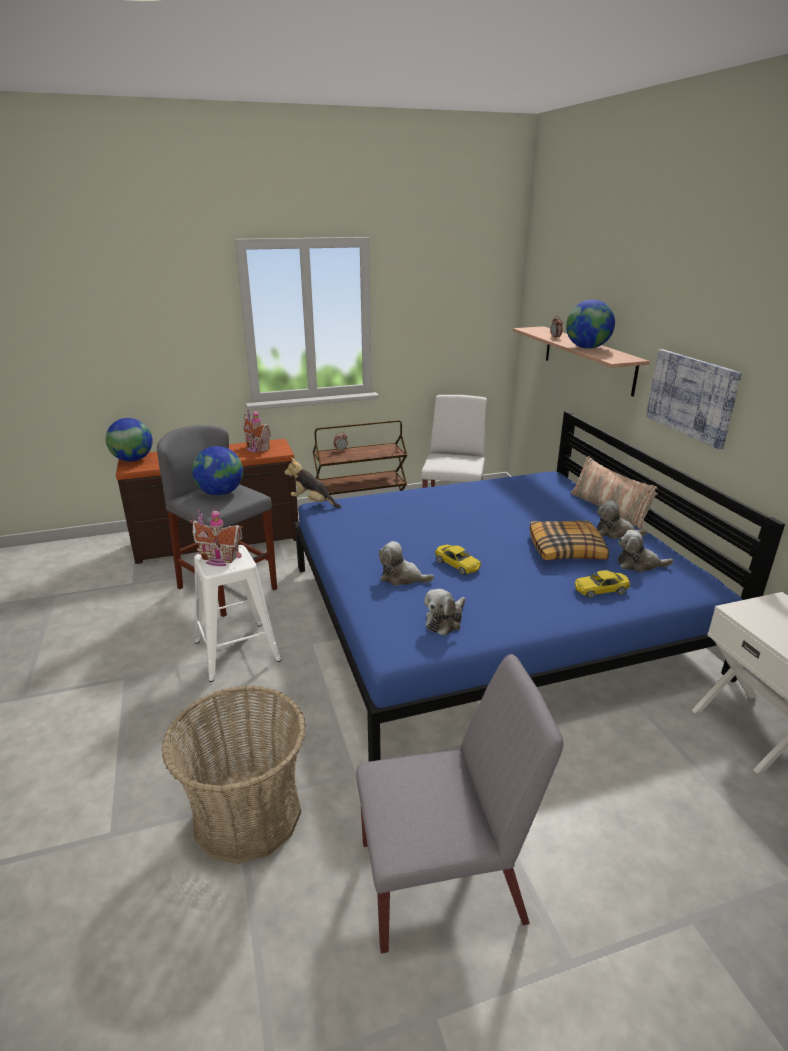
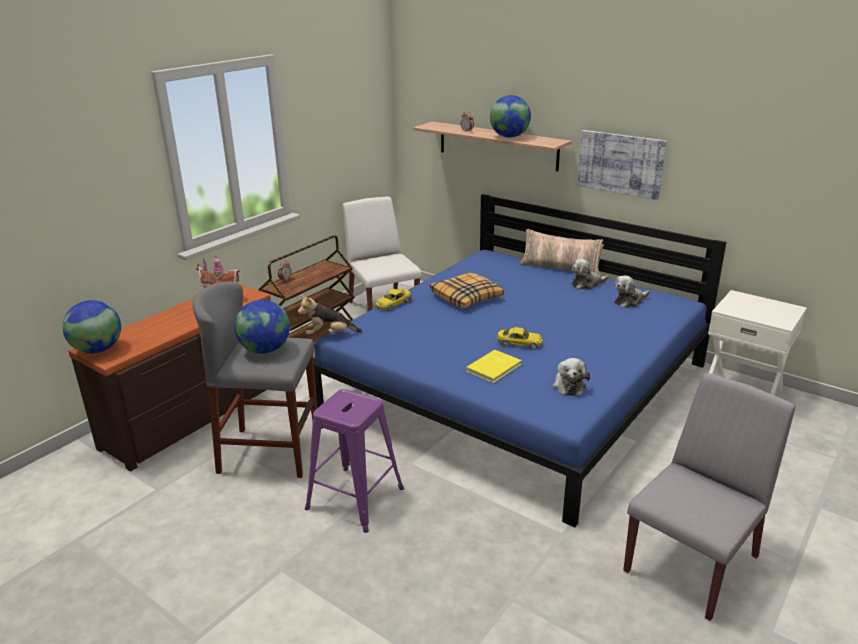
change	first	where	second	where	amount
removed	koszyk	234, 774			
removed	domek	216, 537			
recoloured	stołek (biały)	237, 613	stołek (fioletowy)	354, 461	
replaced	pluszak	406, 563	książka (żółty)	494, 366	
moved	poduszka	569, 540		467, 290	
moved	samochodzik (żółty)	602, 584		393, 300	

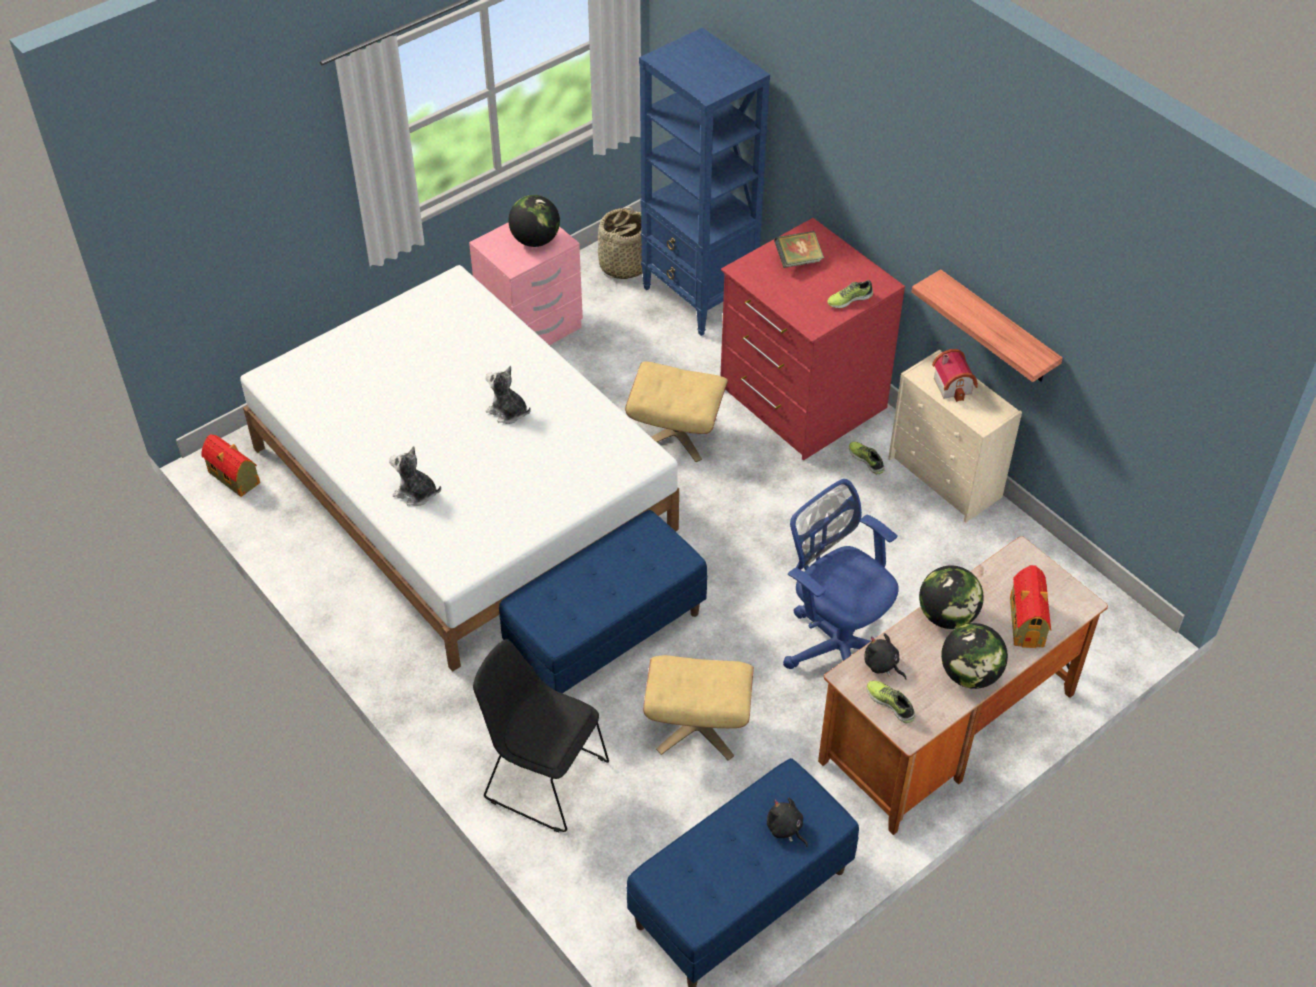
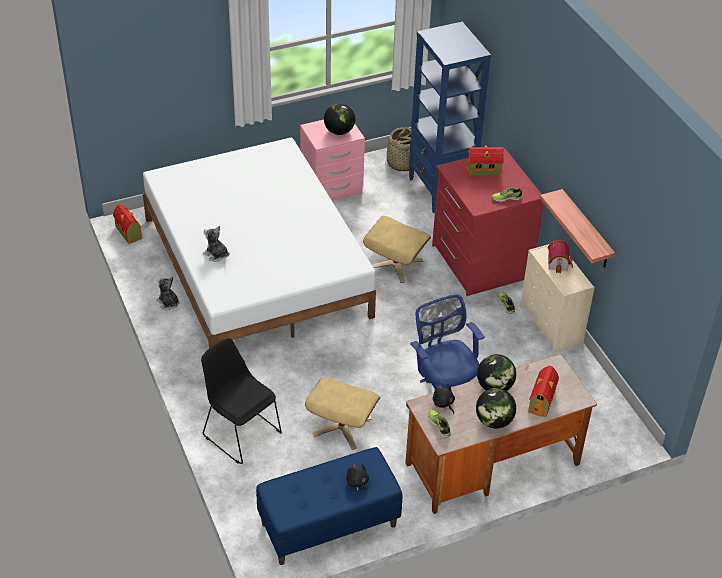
change	first	where	second	where	amount
moved	pluszak	508, 395		167, 293	
removed	ławka (niebieski)	603, 601			
replaced	książka	799, 249	domek	485, 160	

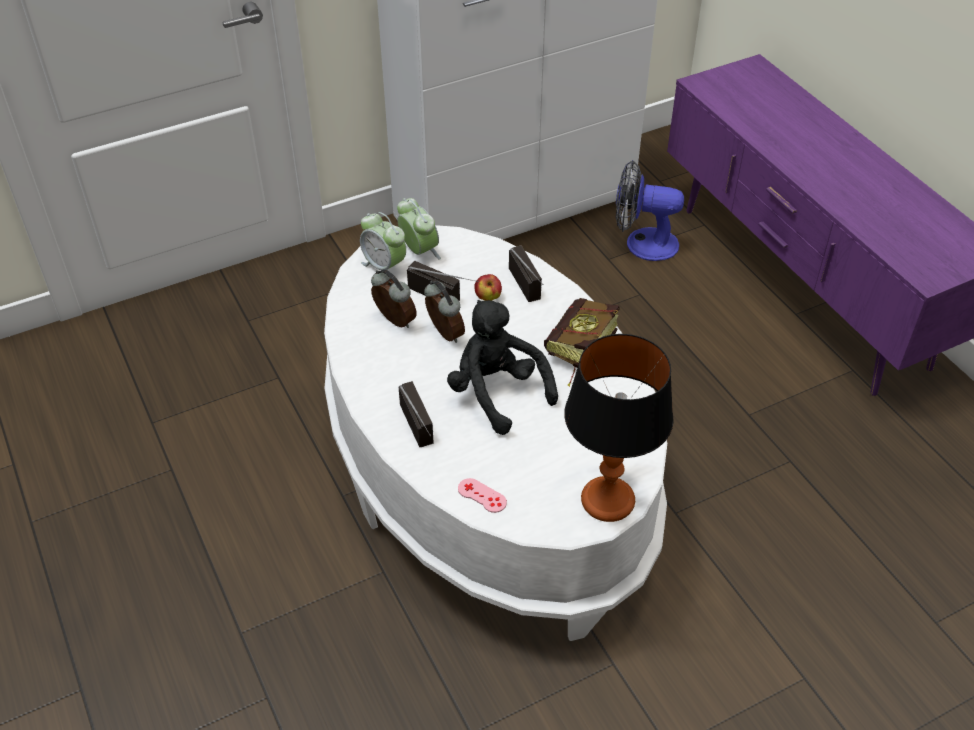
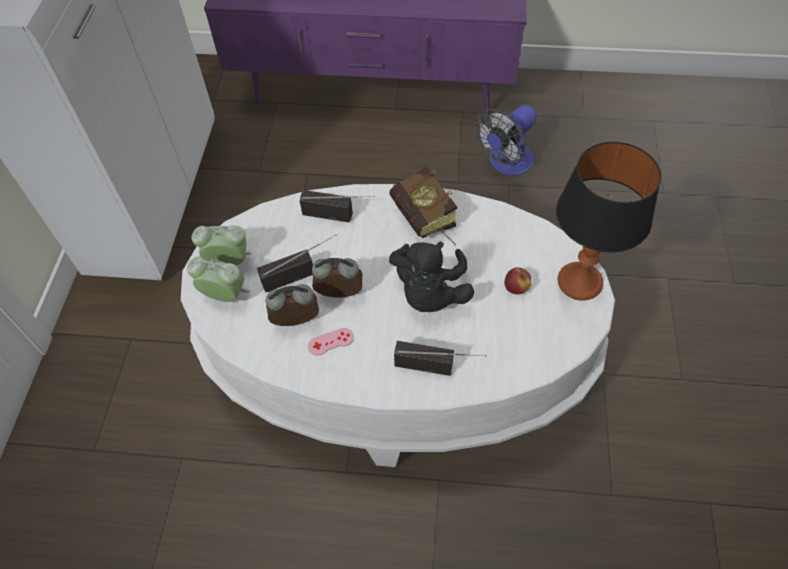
change	first	where	second	where	amount
turned	budzik	383, 241		218, 279	150 degrees counterclockwise
turned	pluszak (czarny)	502, 367		431, 276	75 degrees counterclockwise
moved	pad do gier (różowy)	482, 495		331, 342	
moved	jabłko	488, 287		517, 281	
moved	wentylator	650, 210		506, 140	

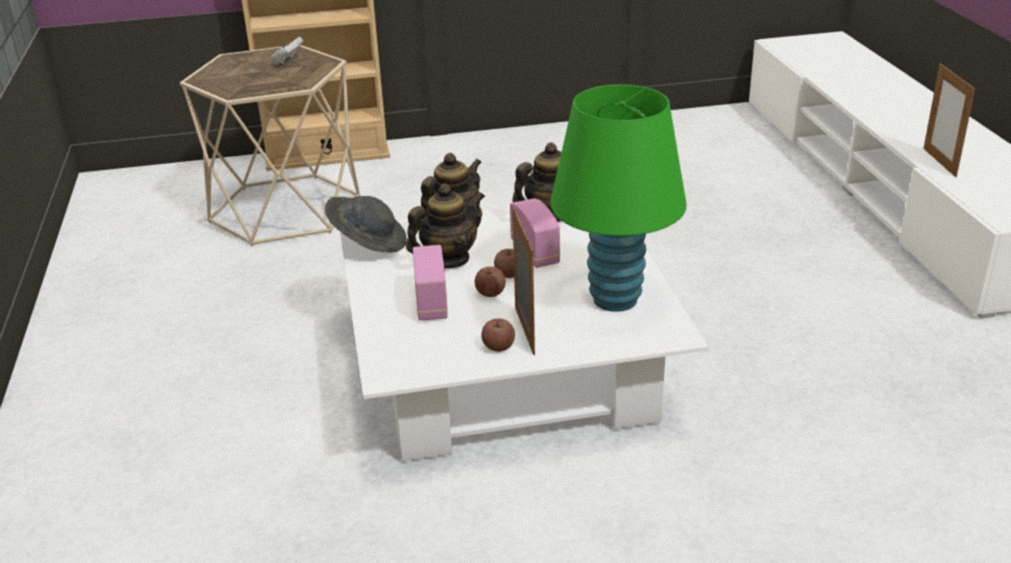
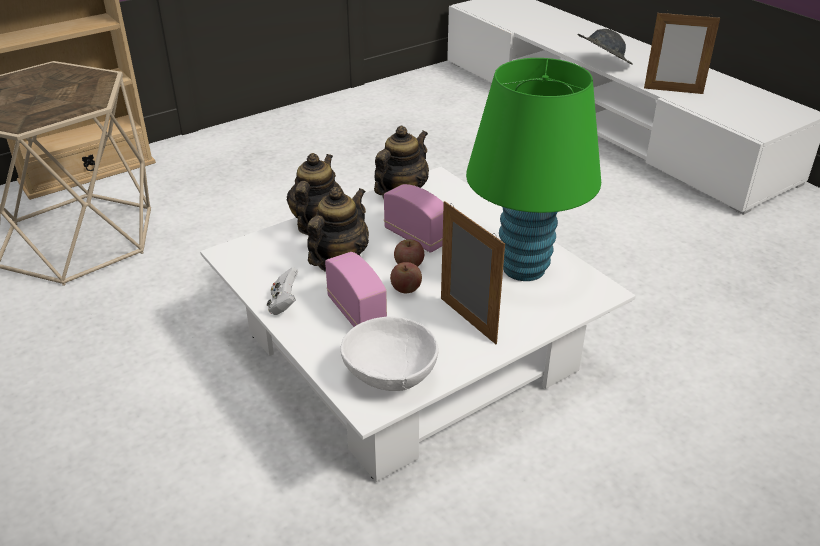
change	first	where	second	where	amount
moved	pad do gier (biały)	286, 51		282, 291	
moved	kapelusz (szary)	366, 224		605, 47	
removed	jabłko	498, 335			
turned	ramka na zdjęcie	949, 120		682, 52	45 degrees counterclockwise
added			miska (biały)	389, 353	

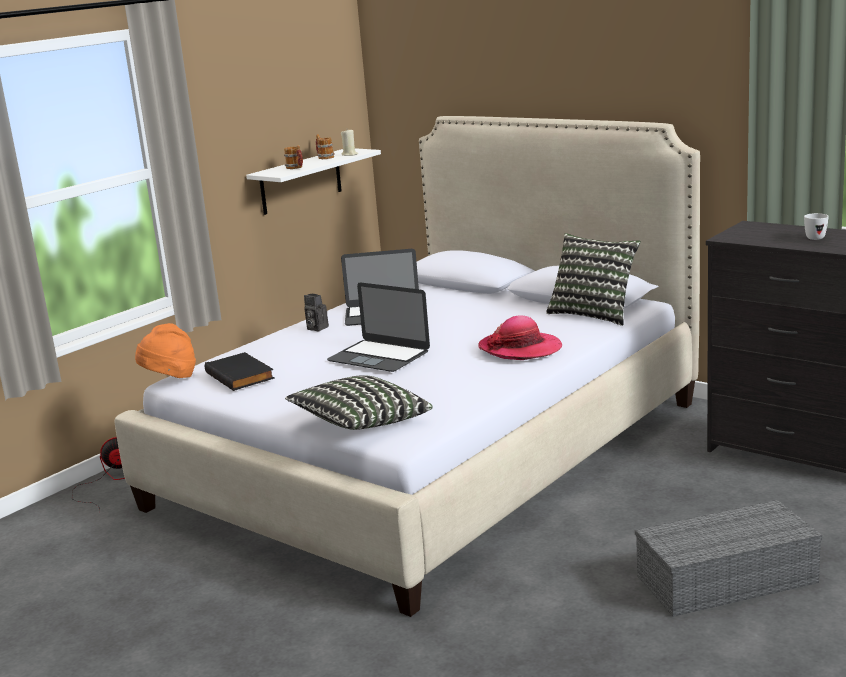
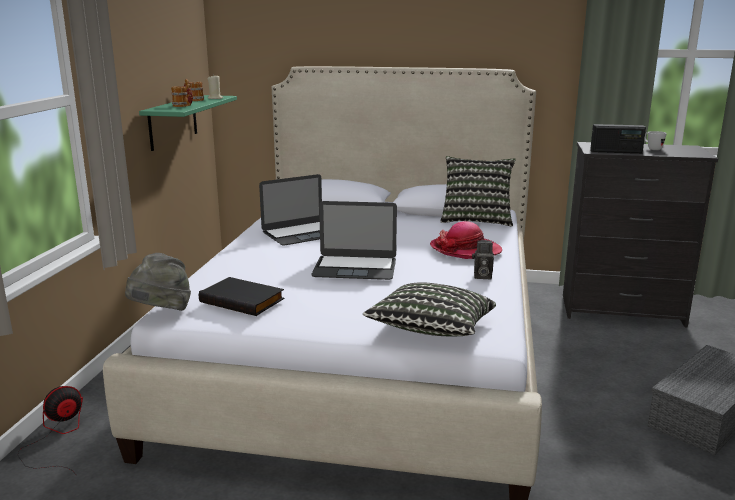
change	first	where	second	where	amount
recoloured	kapelusz (pomarańczowy)	165, 350	kapelusz (szary)	158, 282	
recoloured	półka (biały)	313, 181	półka (zielony)	188, 123	
moved	aparat fotograficzny	316, 312		483, 259	
added			radio	618, 139	

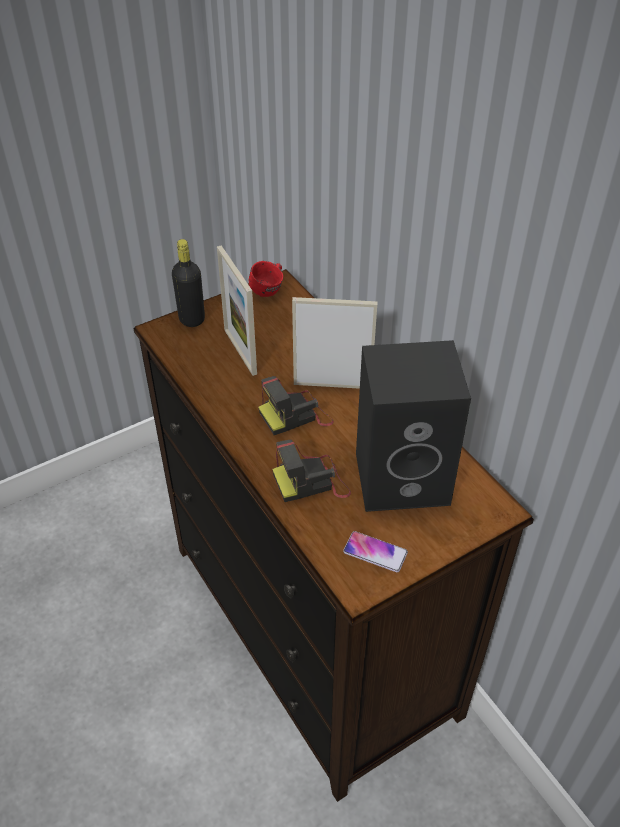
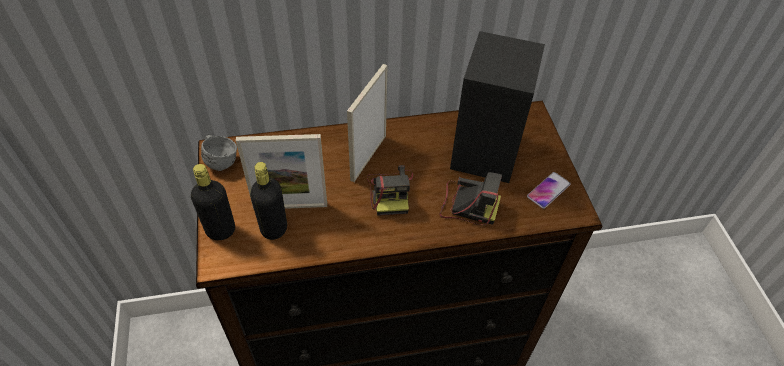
change	first	where	second	where	amount
recoloured	kubek (czerwony)	266, 279	kubek (szary)	219, 153	
turned	aparat fotograficzny	311, 471		471, 198	75 degrees counterclockwise
added			butelka (czarny)	268, 201	

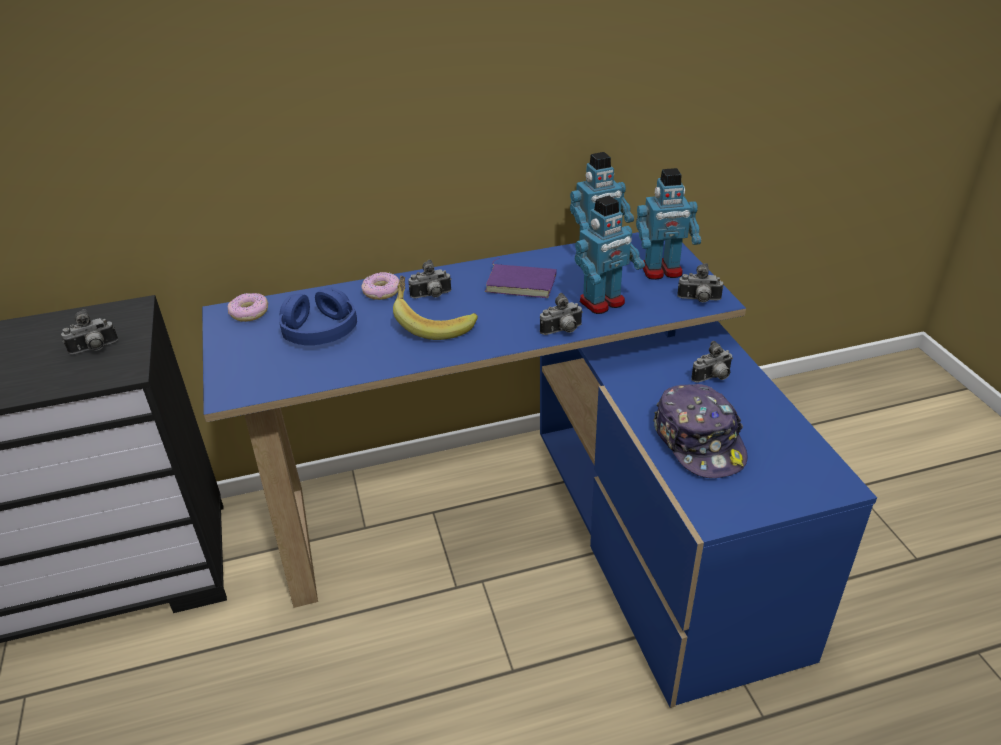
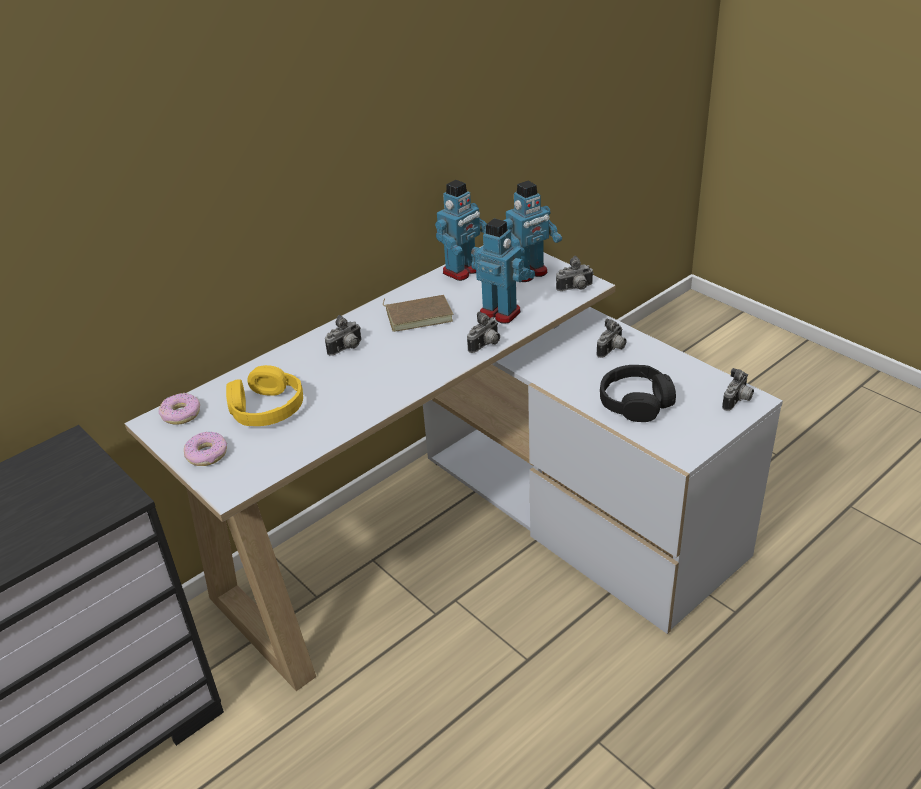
change	first	where	second	where	amount
moved	aparat fotograficzny	89, 331		738, 389	
recoloured	biurko (niebieski)	539, 470	biurko (biały)	454, 468	
recoloured	słuchawki (niebieski)	318, 316	słuchawki (żółty)	264, 395	
moved	donut	380, 286		205, 449	
removed	banan	435, 308			
recoloured	książka (fioletowy)	521, 278	książka (brązowy)	418, 313	
turned	robot zabawkowy	610, 255		503, 271	90 degrees counterclockwise
replaced	czapka z daszkiem	701, 431	słuchawki (czarny)	638, 393	

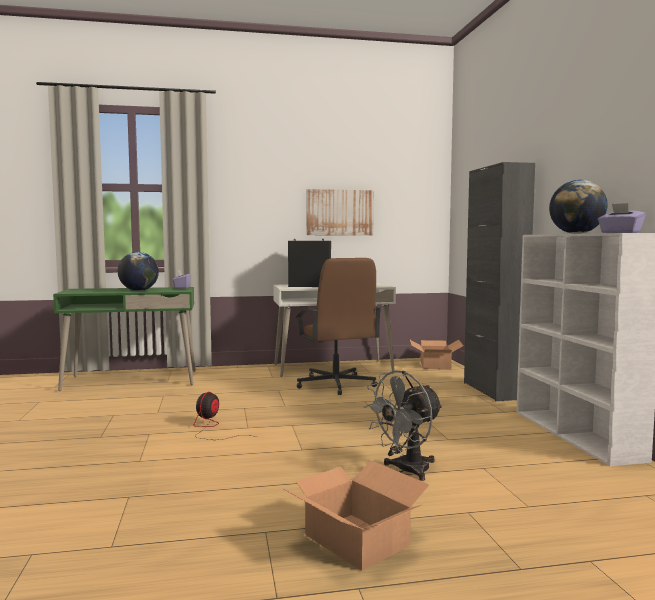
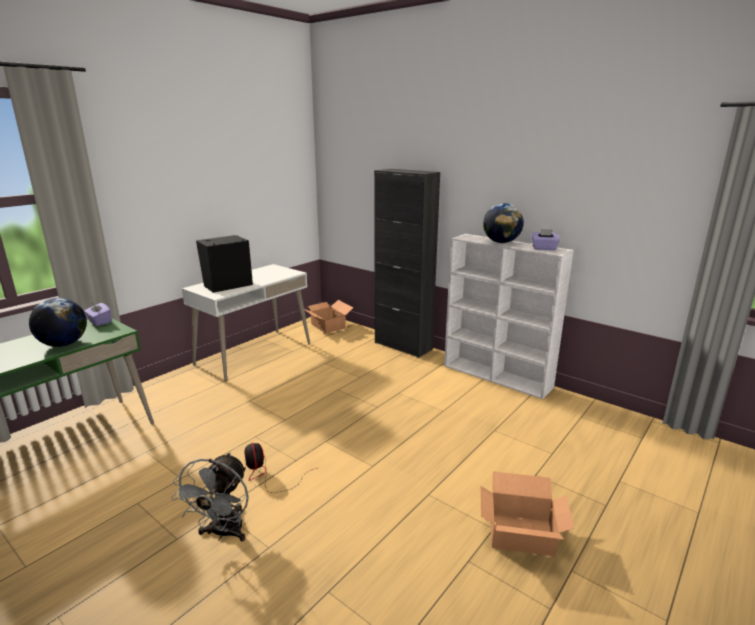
change	first	where	second	where	amount
removed	krzesło biurowe (brązowy)	338, 326			
removed	obraz	340, 212			
moved	wentylator (szary)	403, 425		210, 497	

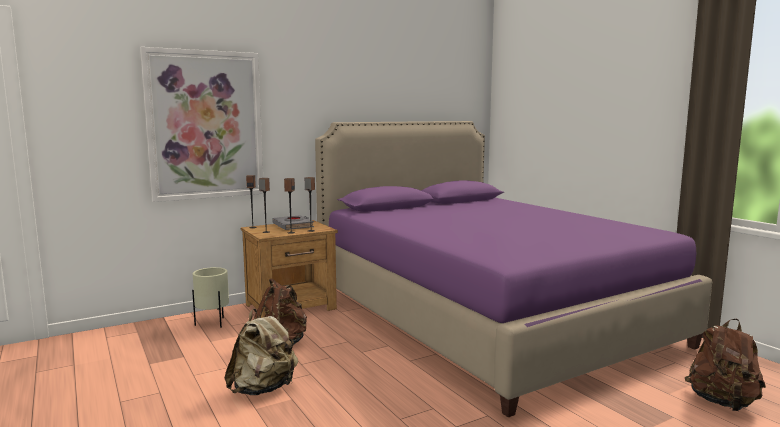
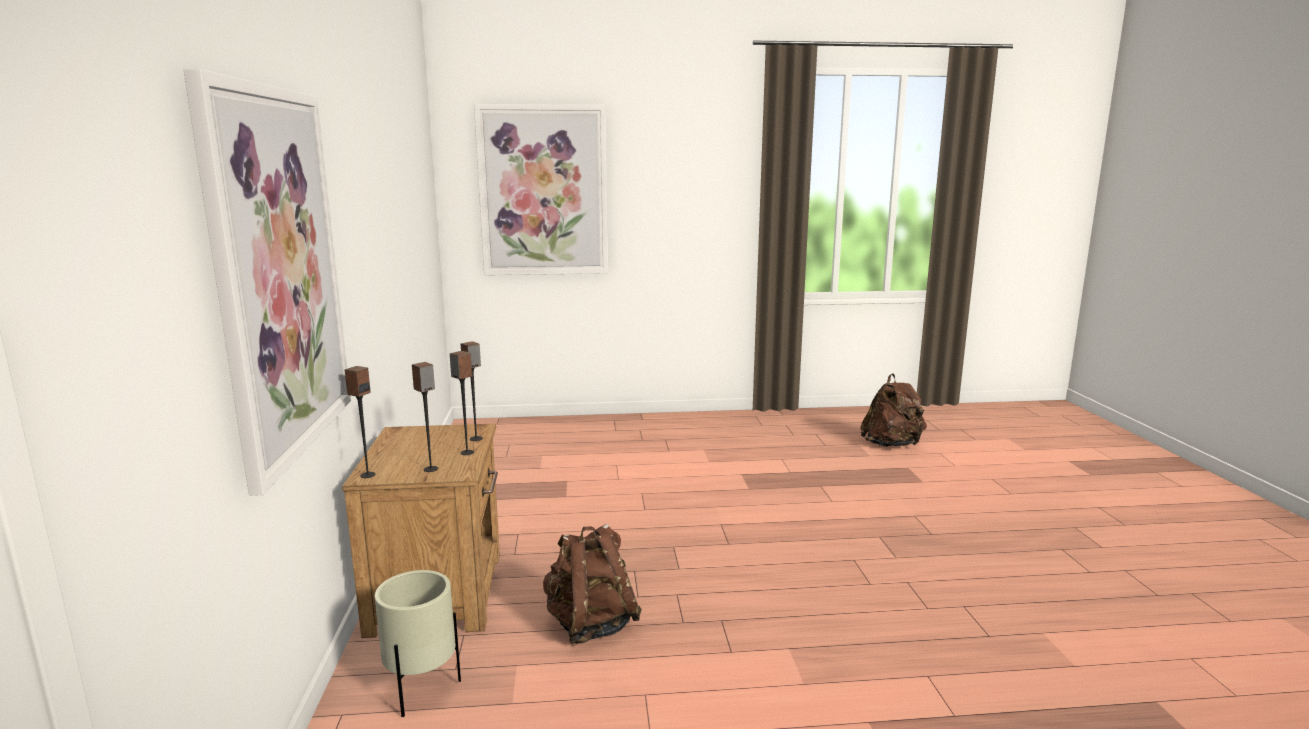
change	first	where	second	where	amount
removed	plecak (beżowy)	261, 352			
removed	książka (szary)	293, 222			
removed	łóżko (fioletowy)	513, 269			
added			obraz	541, 189	

